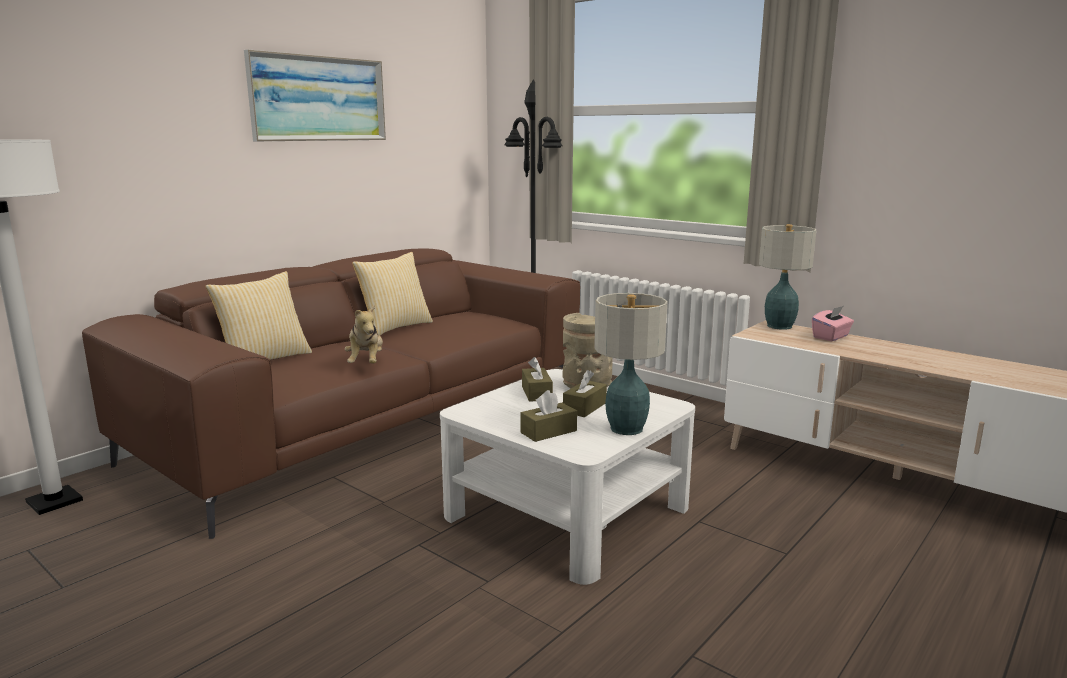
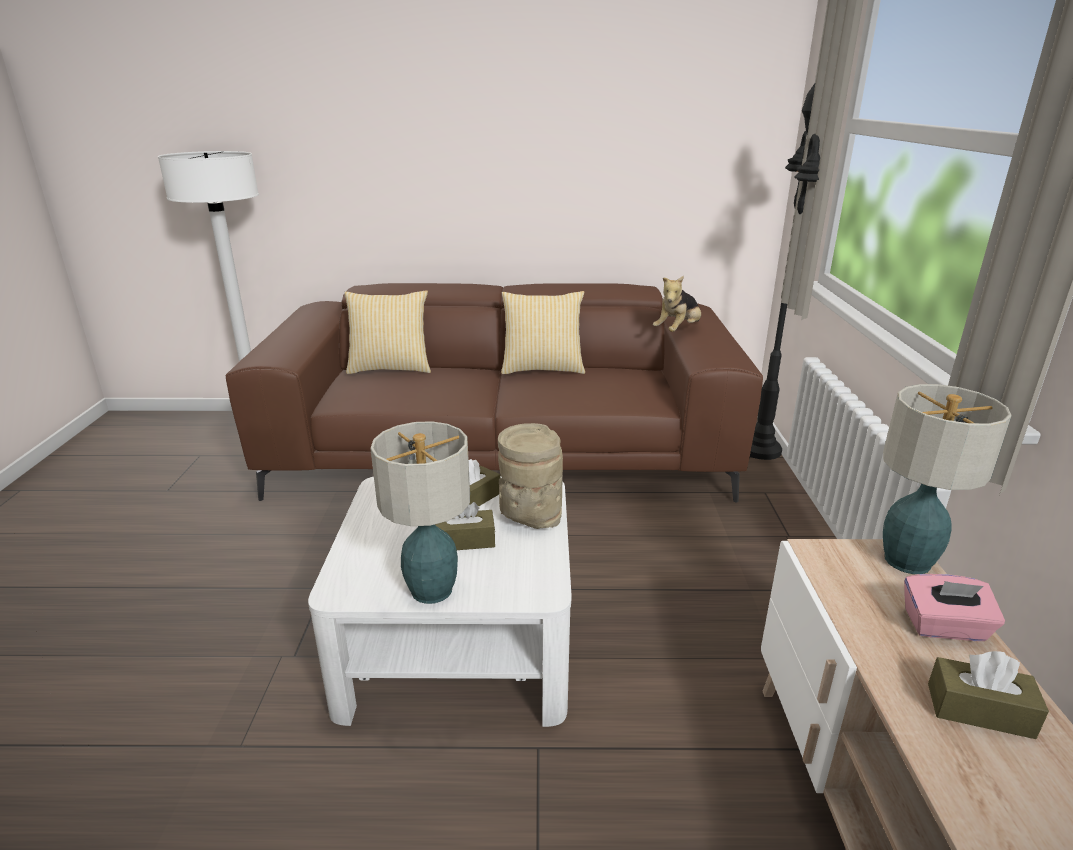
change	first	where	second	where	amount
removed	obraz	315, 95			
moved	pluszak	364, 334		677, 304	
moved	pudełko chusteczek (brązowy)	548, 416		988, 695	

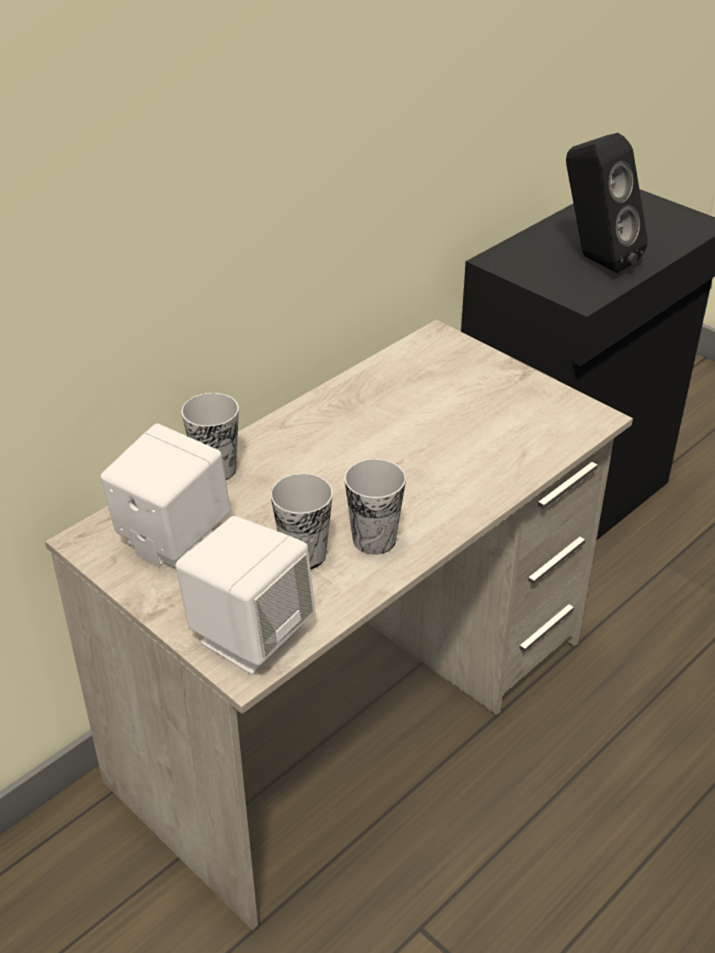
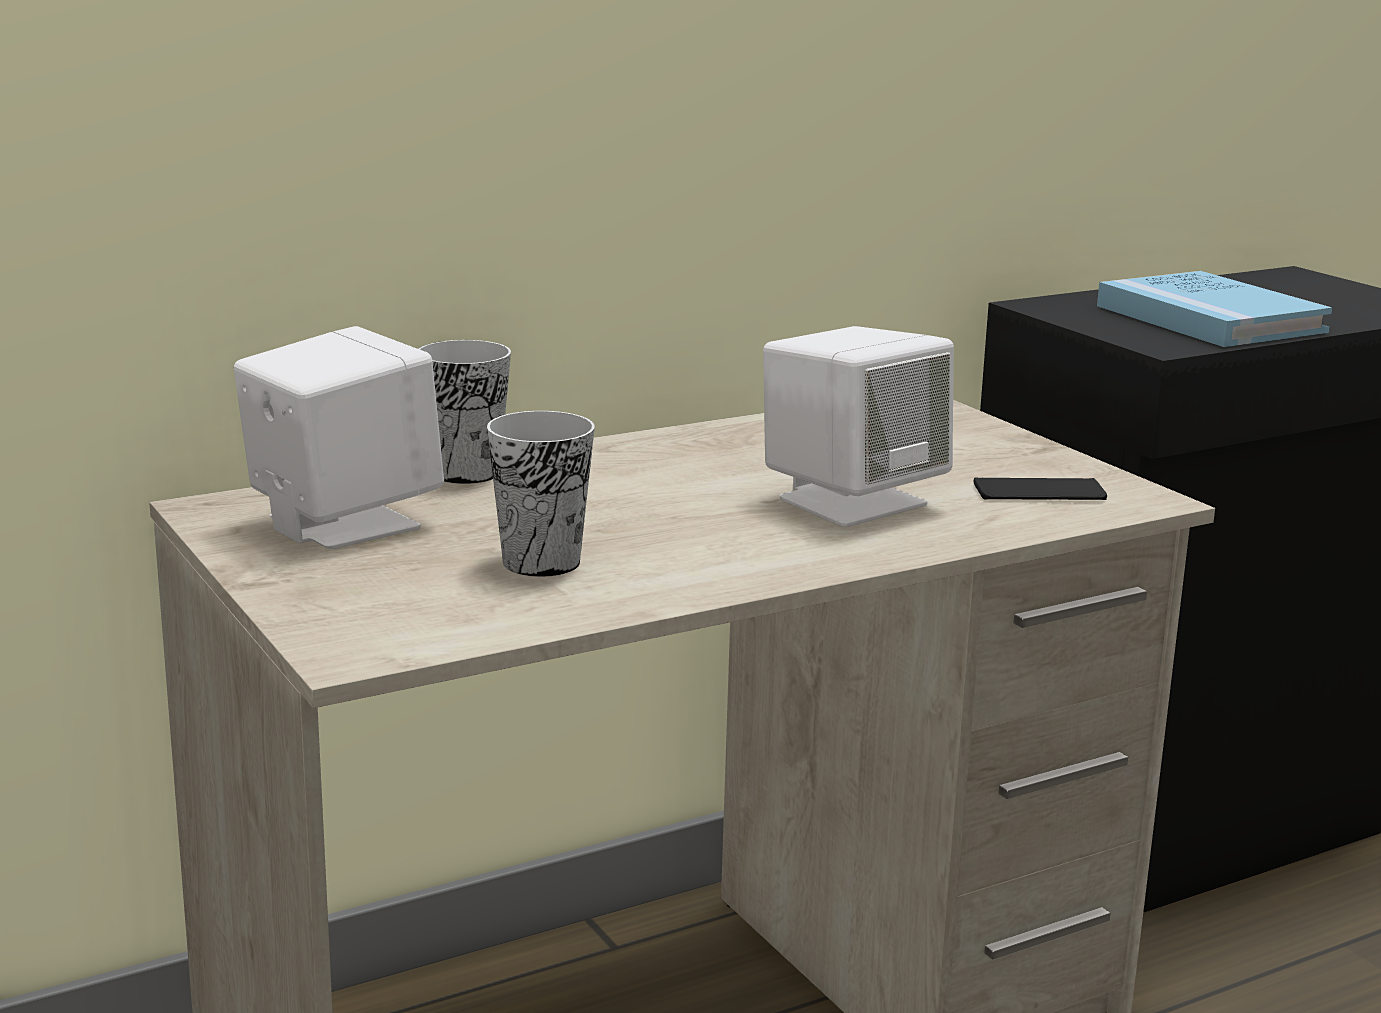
change	first	where	second	where	amount
moved	głośnik (biały)	245, 595		858, 426	
removed	filiżanka	375, 507			
replaced	głośnik (czarny)	607, 203	książka (niebieski)	1214, 309	
added			telefon	1040, 488	

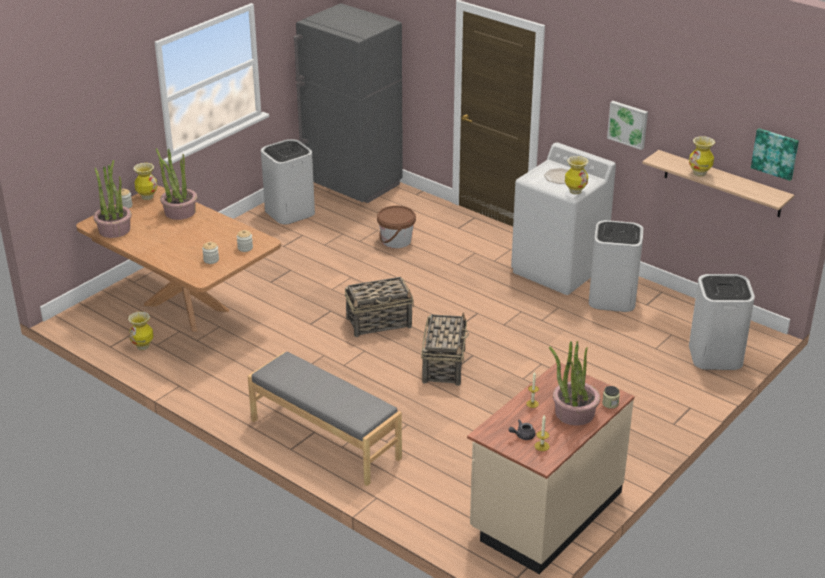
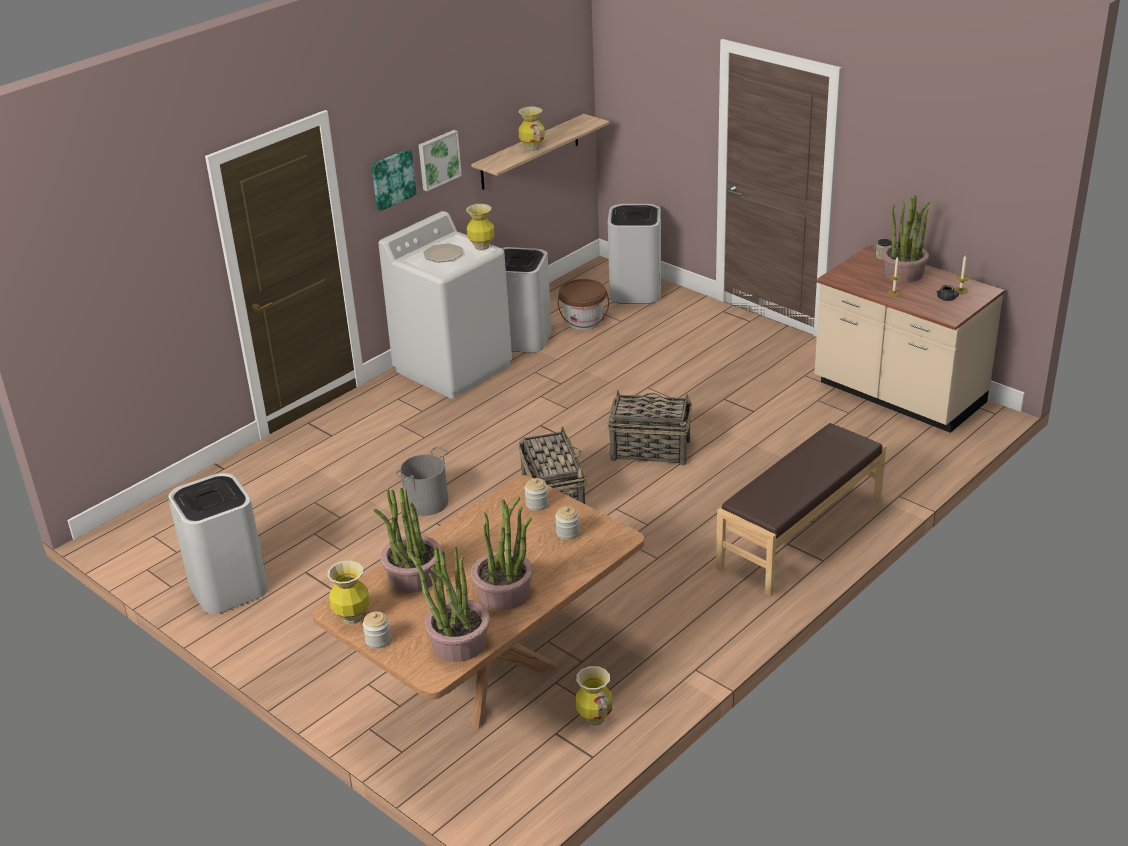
change	first	where	second	where	amount
recoloured	ławka (szary)	325, 419	ławka (brązowy)	801, 509	
removed	lodówka (szary)	348, 103			
moved	wiadro (brązowy)	396, 227		583, 304	
moved	obraz	775, 154		393, 180	
added			wiadro (szary)	421, 481	
added			roślina doniczkowa	502, 553	

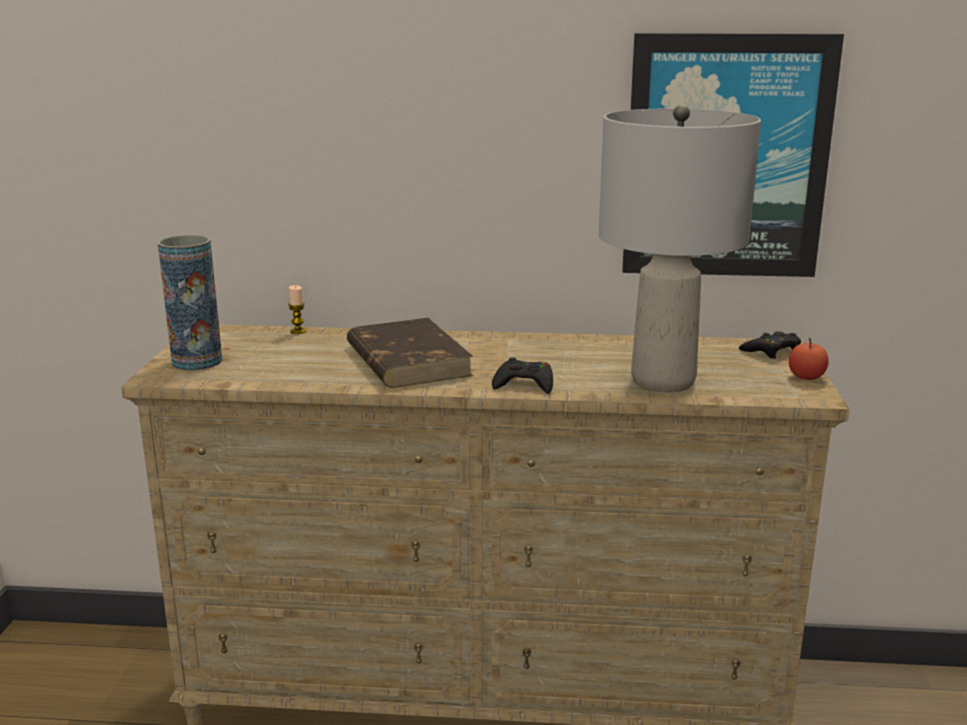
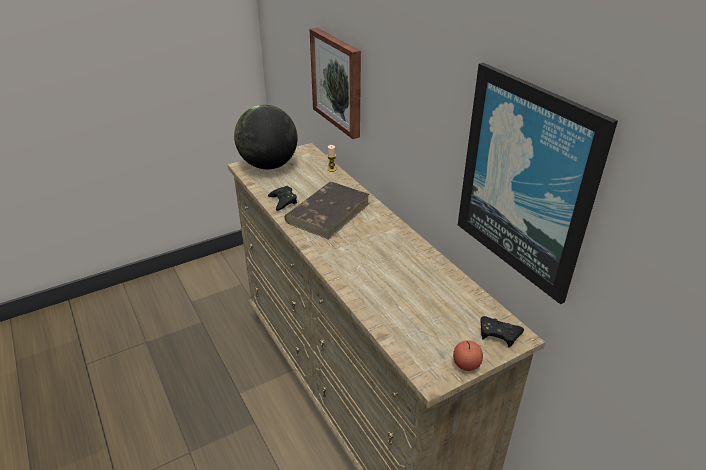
change	first	where	second	where	amount
replaced	wazon	190, 303	globus	266, 137	
moved	pad do gier (czarny)	522, 375		282, 198	
removed	lampa stołowa (szary)	680, 248			
added			obraz	335, 83	

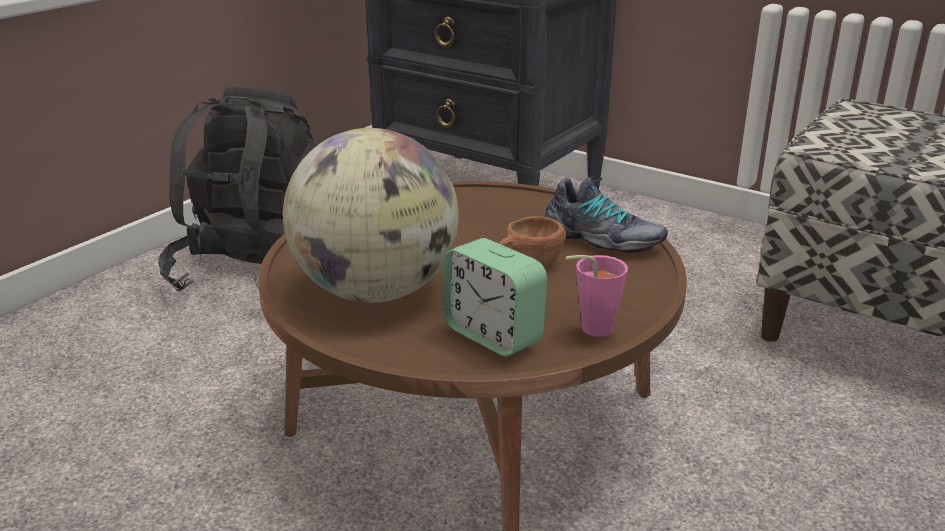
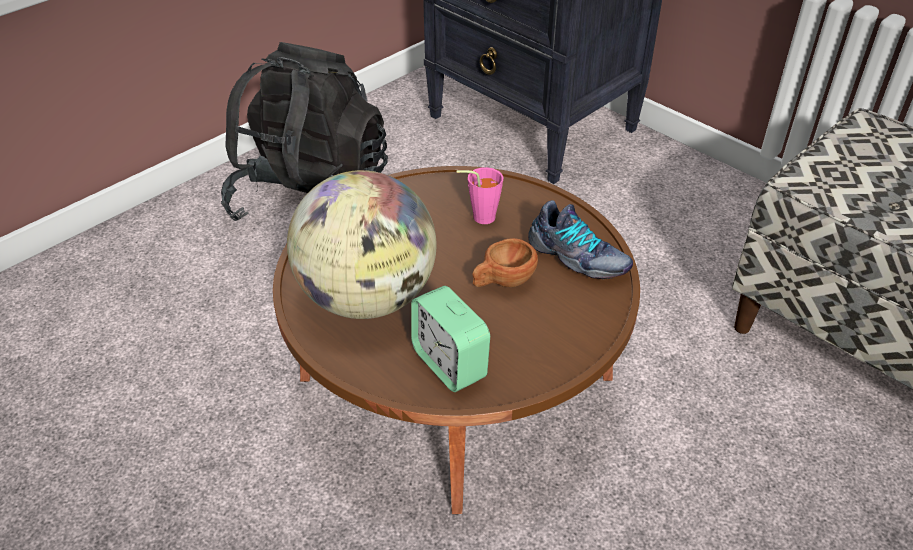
change	first	where	second	where	amount
moved	filiżanka (różowy)	597, 296		480, 195	

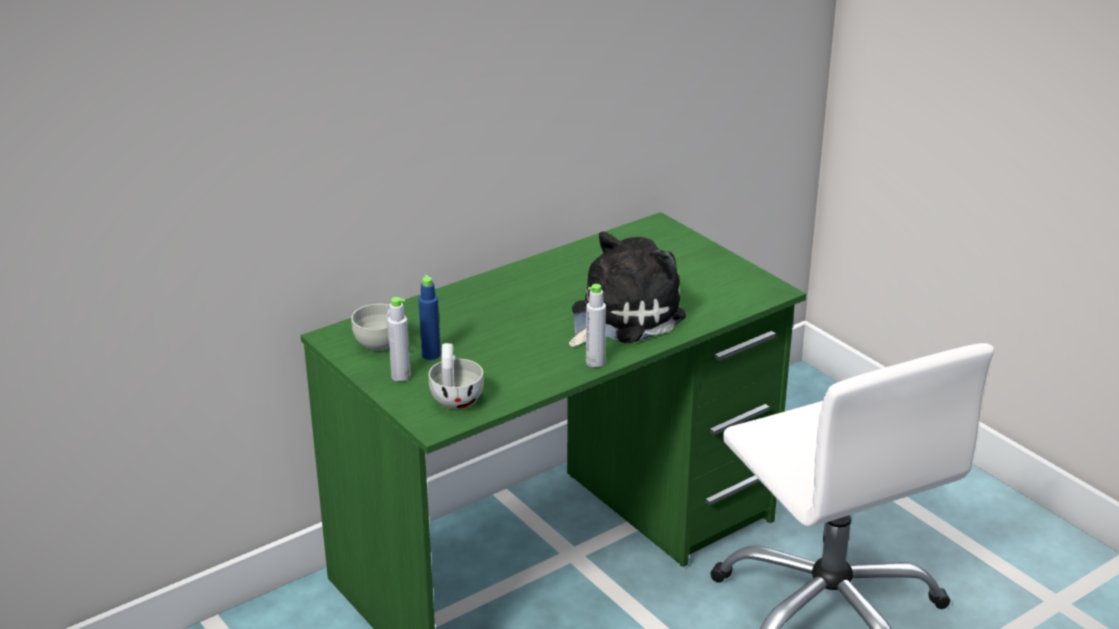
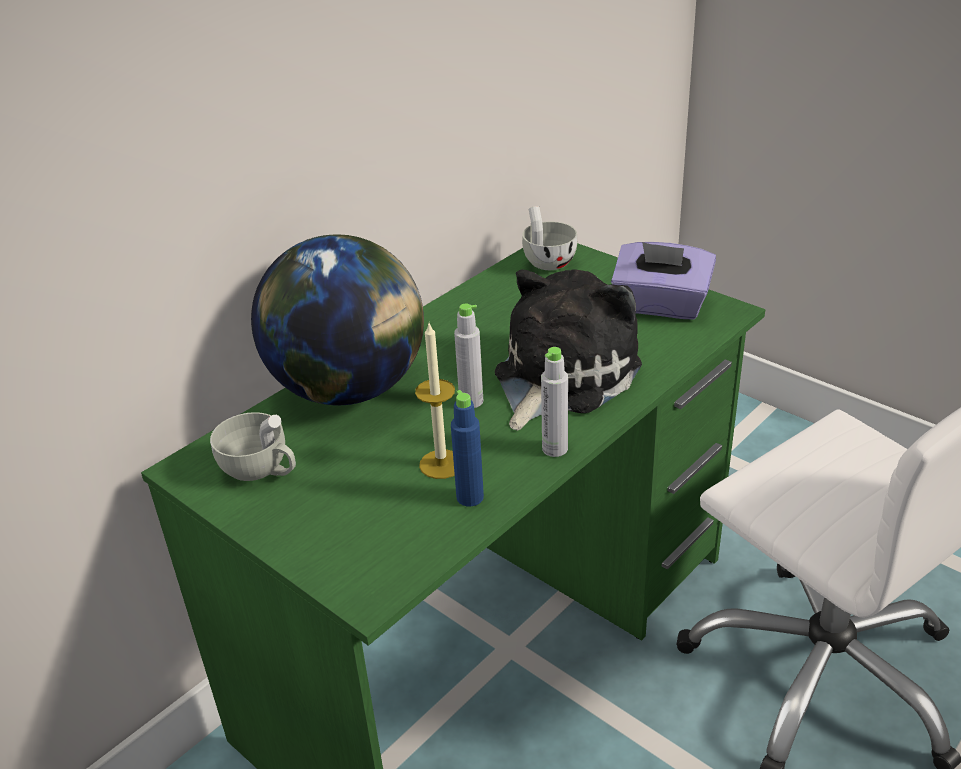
change	first	where	second	where	amount
moved	butelka (szary)	399, 339		468, 356	
moved	butelka (niebieski)	430, 317		467, 448	
moved	filiżanka (biały)	456, 376		549, 238	
added			globus	337, 319	
added			świeca	435, 401	
added			pudełko chusteczek (fioletowy)	663, 281	

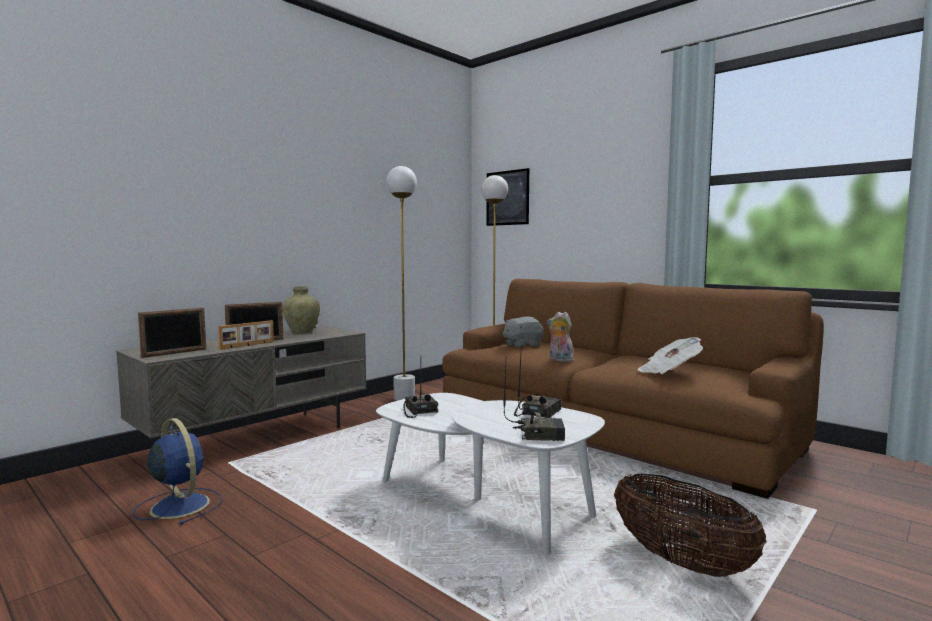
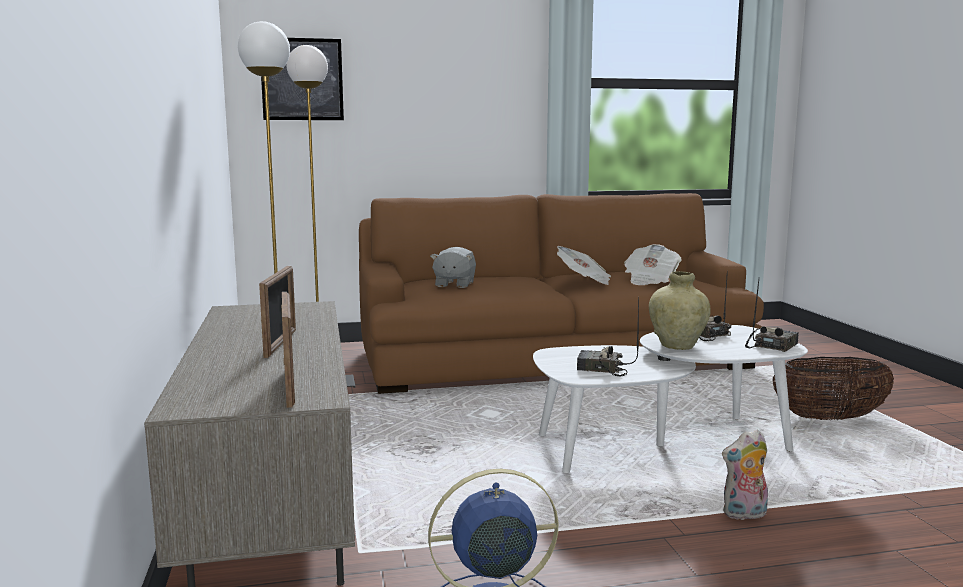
change	first	where	second	where	amount
removed	ramka na zdjęcie	246, 335			
moved	wazon (beżowy)	301, 309		680, 310	
moved	pluszak	561, 337		745, 475	
added			gazeta	584, 265	

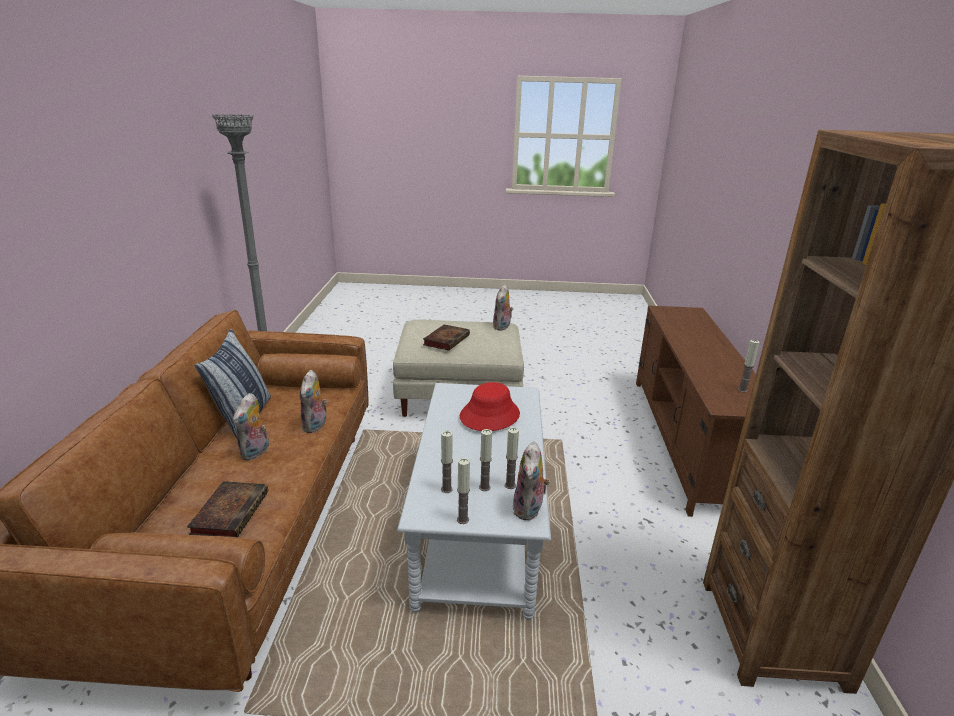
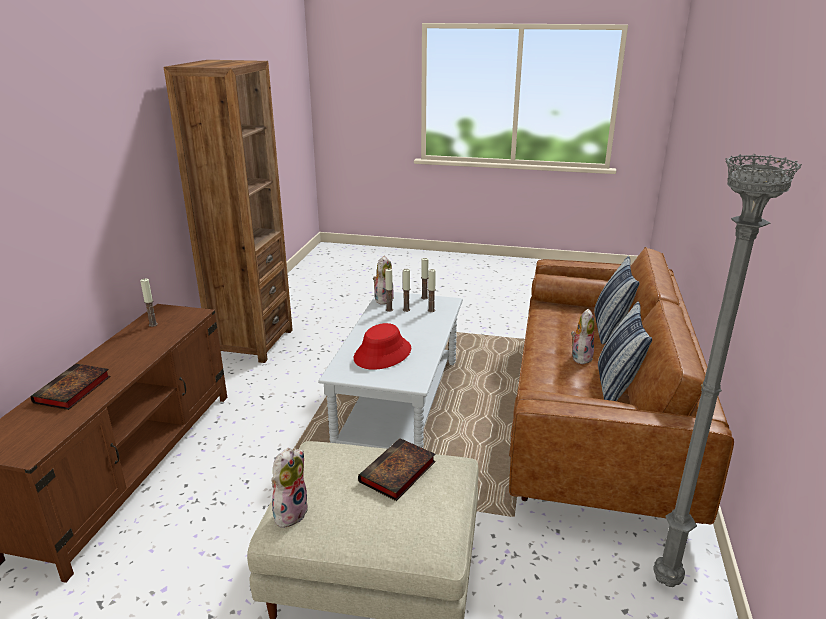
change	first	where	second	where	amount
moved	książka	227, 509		71, 387	
removed	pluszak	313, 401			
added			poduszka	616, 300	

